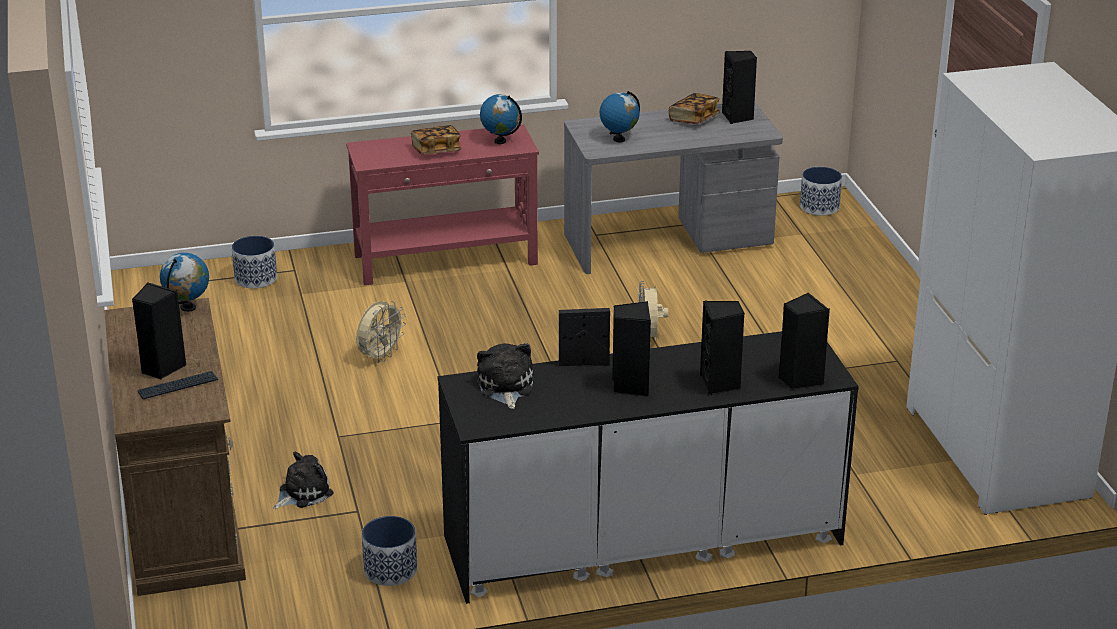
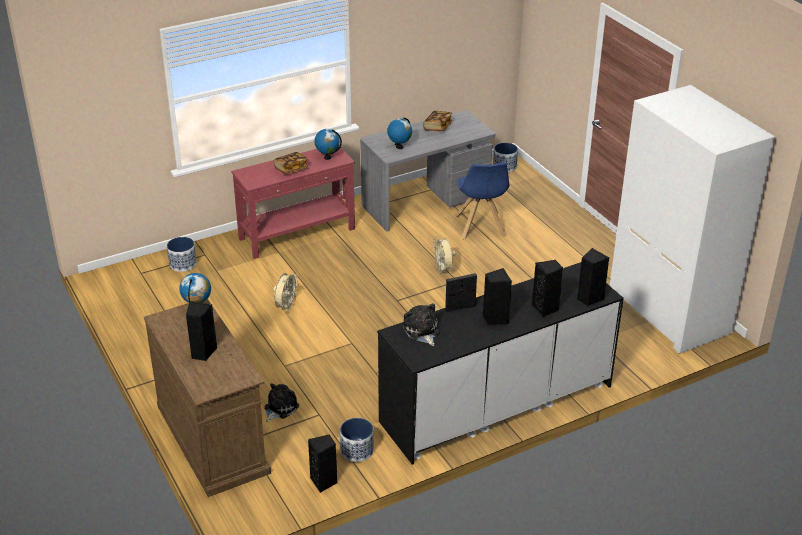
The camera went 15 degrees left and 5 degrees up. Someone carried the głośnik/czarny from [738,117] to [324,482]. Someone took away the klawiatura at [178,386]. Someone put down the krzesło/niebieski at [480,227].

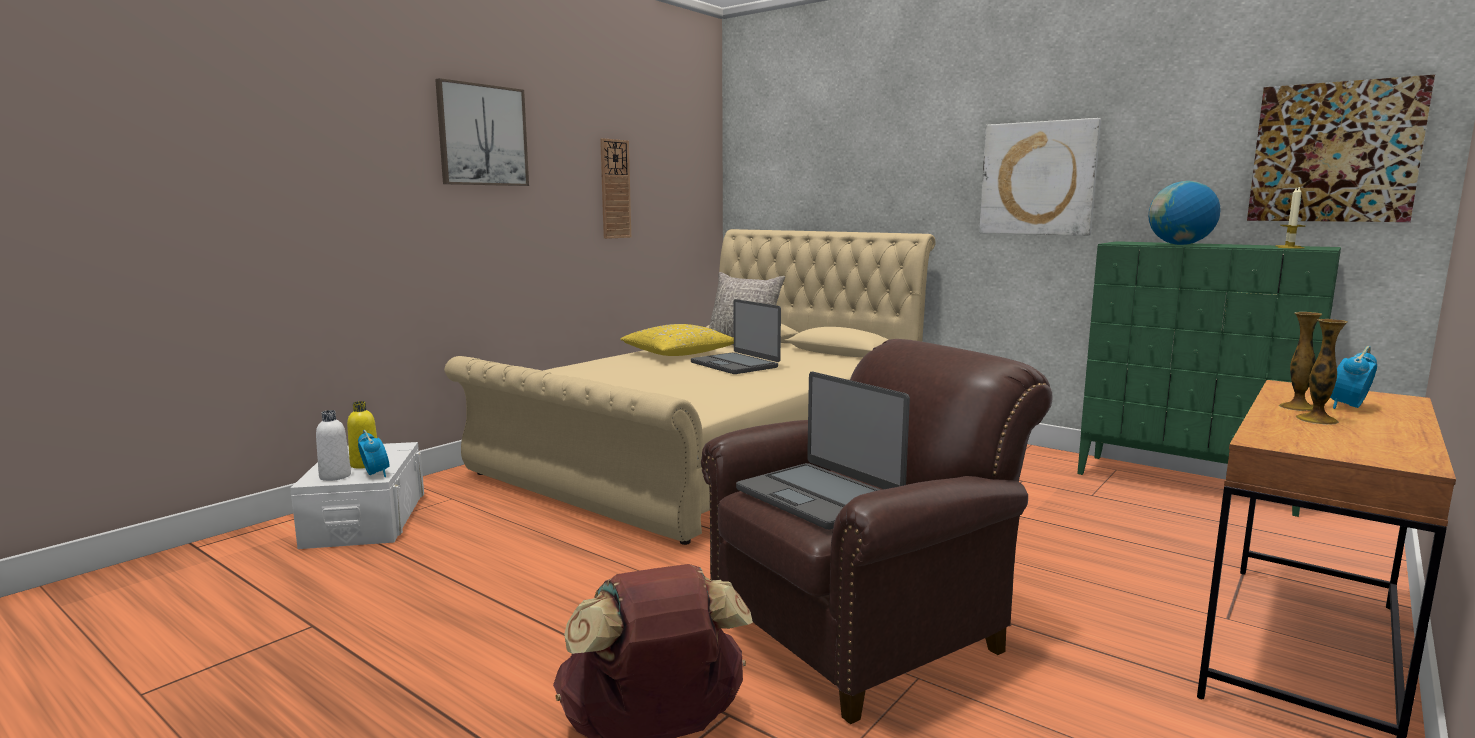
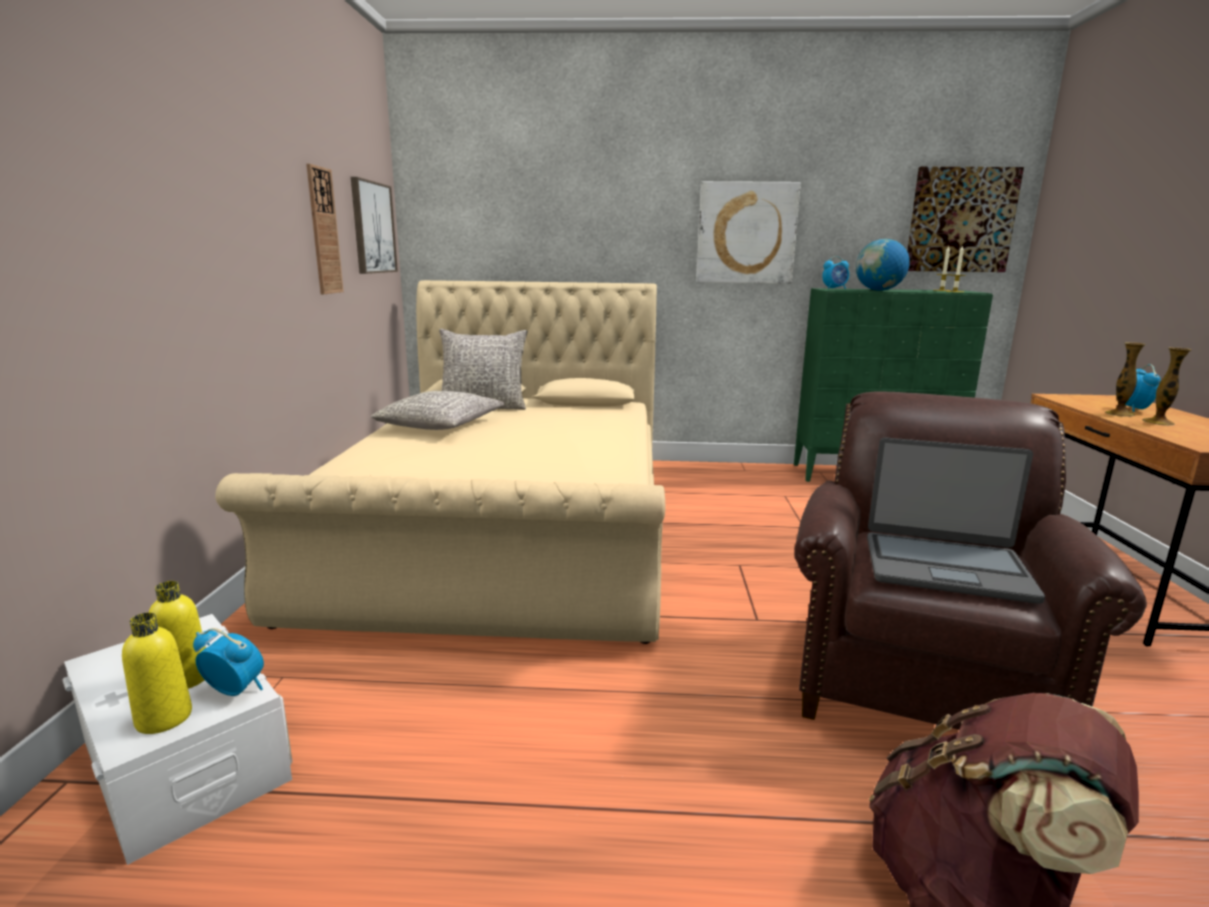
The camera went 35 degrees left and 5 degrees up. Someone carried the obraz from [482,135] to [372,228]. Someone took away the laptop at [735,365]. Someone repainted the poduszka/żółty at [679,354], which became the poduszka/szary at [441,426]. Someone repainted the butelka/biały at [335,476], which became the butelka/żółty at [164,718]. Someone put down the budzik at [834,289].

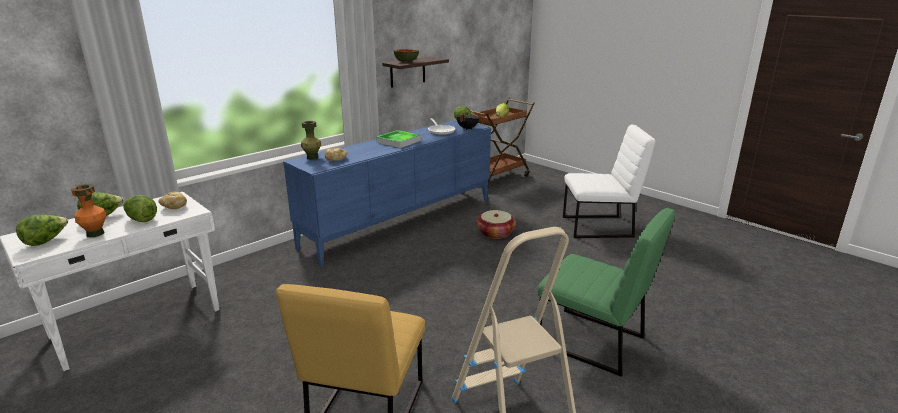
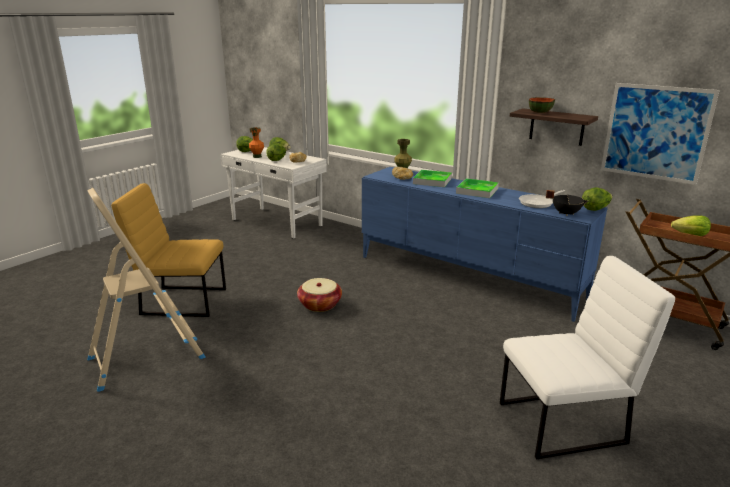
The camera went 80 degrees right and 0 degrees up. Someone rotated the krzesło/biały at [599,227] by 90 degrees counterclockwise. Someone took away the krzesło/zielony at [593,342]. Someone carried the koszyk from [495,233] to [320,305]. Someone put up the obraz at [655,133]. Someone put down the taca at [432,181].

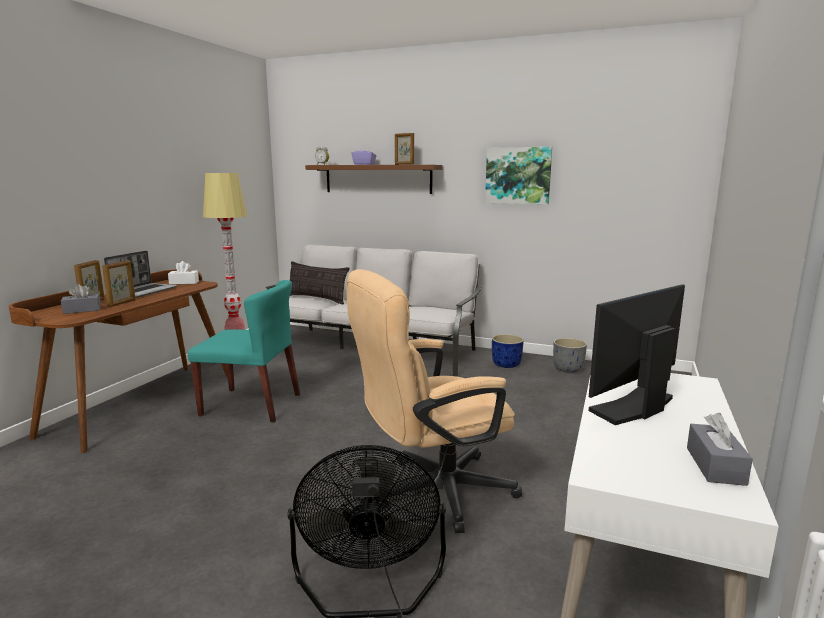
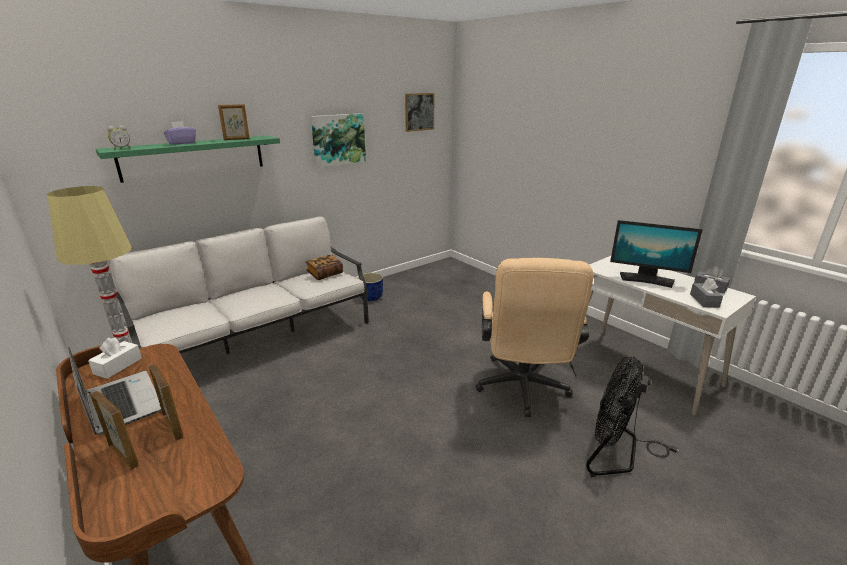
The camera went 60 degrees left and 10 degrees up. Someone repainted the półka/brązowy at [377,179], which became the półka/zielony at [194,157]. Someone took away the poduszka at [316,299]. Someone took away the krzesło/turkusowy at [252,404]. Someone carried the pudełko chusteczek/szary from [82,310] to [704,300]. Someone rotated the monitor at [634,407] by 60 degrees counterclockwise. Someone took away the donica/szary at [568,369]. Someone put up the obraz at [419,112]. Someone put down the książka at [325,274].

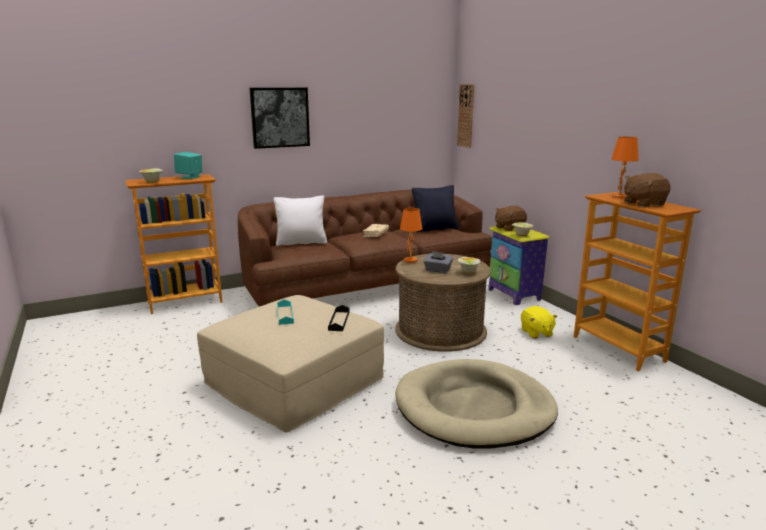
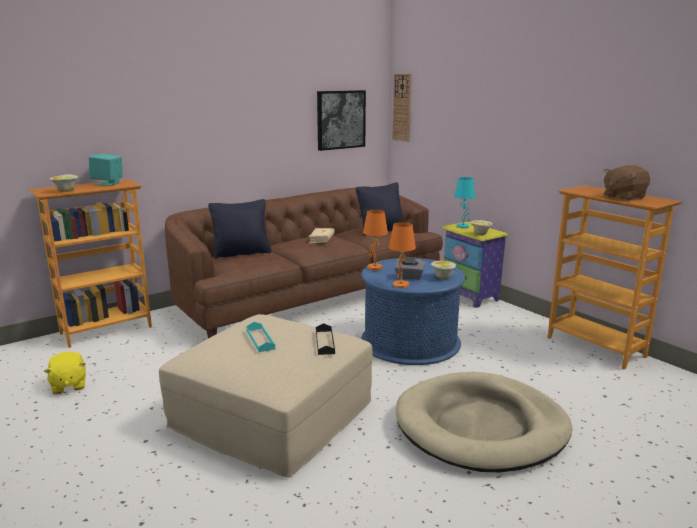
The camera went 10 degrees left and 0 degrees up. Someone carried the obraz from [280,117] to [340,119]. Someone carried the lampa stołowa/pomarańczowy from [620,197] to [401,285]. Someone repainted the poduszka/biały at [301,243], which became the poduszka/czarny at [242,253]. Someone swapped the pluszak/brązowy at [509,228] for the lampa stołowa/turkusowy at [463,226]. Someone repainted the ława/brązowy at [440,331], which became the ława/niebieski at [410,342]. Someone carried the pluszak/żółty from [536,333] to [68,385].

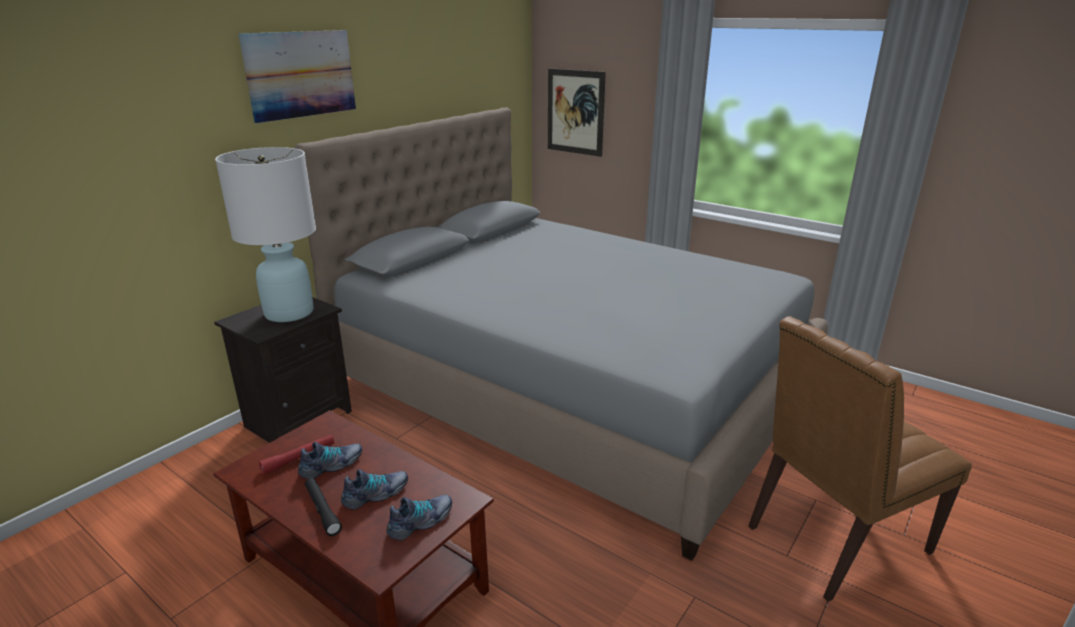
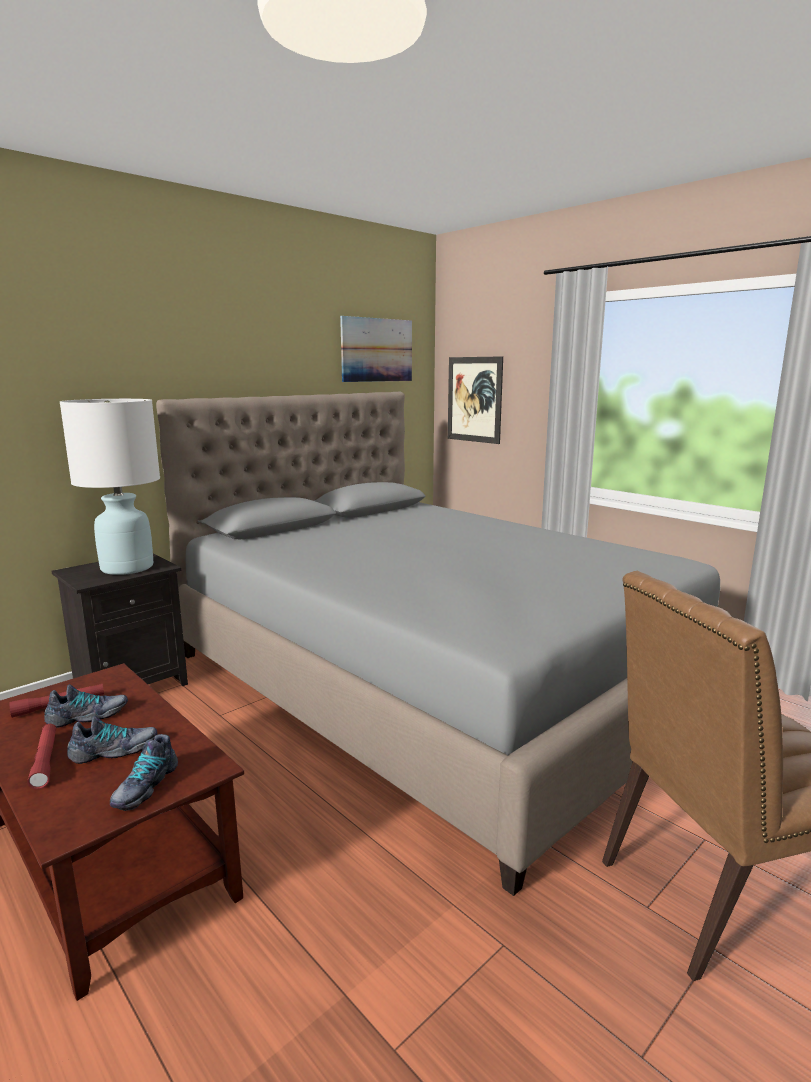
The camera went 10 degrees right and 10 degrees down. Someone carried the obraz from [301,74] to [377,350]. Someone repainted the latarka/czarny at [322,510], which became the latarka/czerwony at [45,761]. Someone rotated the but at [421,522] by 135 degrees clockwise.

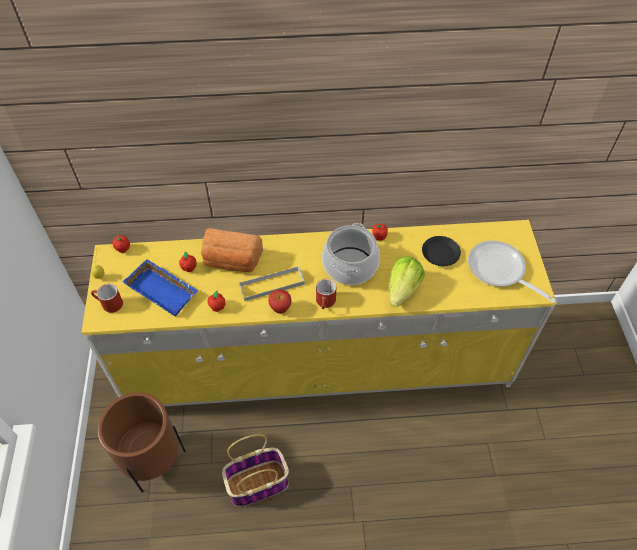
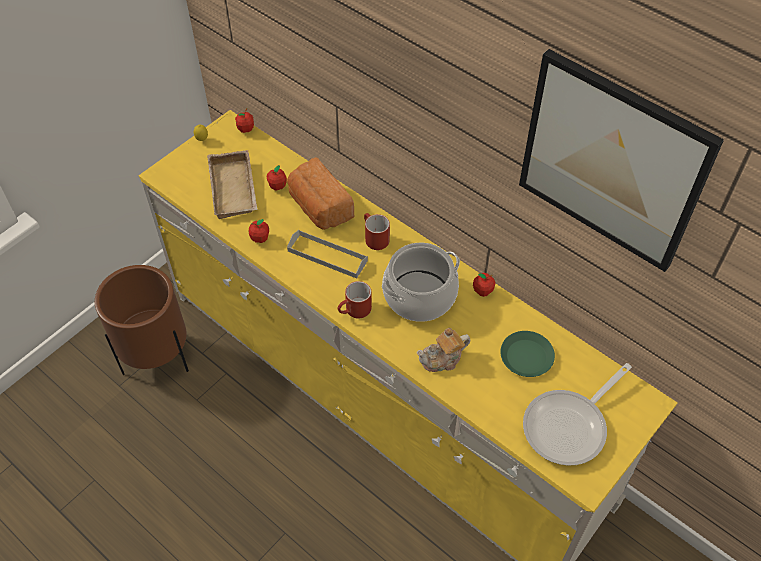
The camera went 45 degrees right and 0 degrees up. Someone repainted the talerz/czarny at [440,253], which became the talerz/zielony at [526,356]. Someone rotated the patelnia at [499,271] by 135 degrees counterclockwise. Someone swapped the sałata at [402,289] for the imbryk at [442,359]. Someone repainted the taca/niebieski at [164,290], which became the taca/beżowy at [235,189]. Someone carried the kubek/czerwony from [108,304] to [373,238]. Someone took away the jabłko at [280,309]. Someone took away the koszyk at [258,483]. Someone put up the obraz at [611,162].

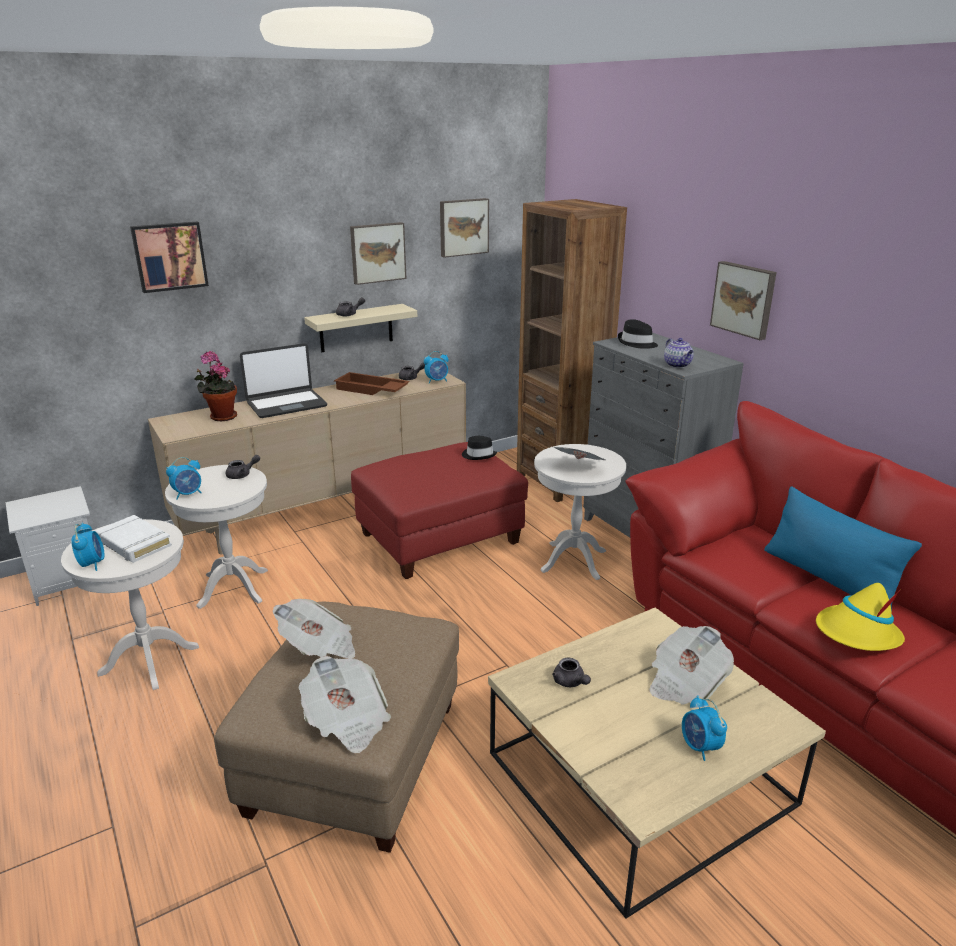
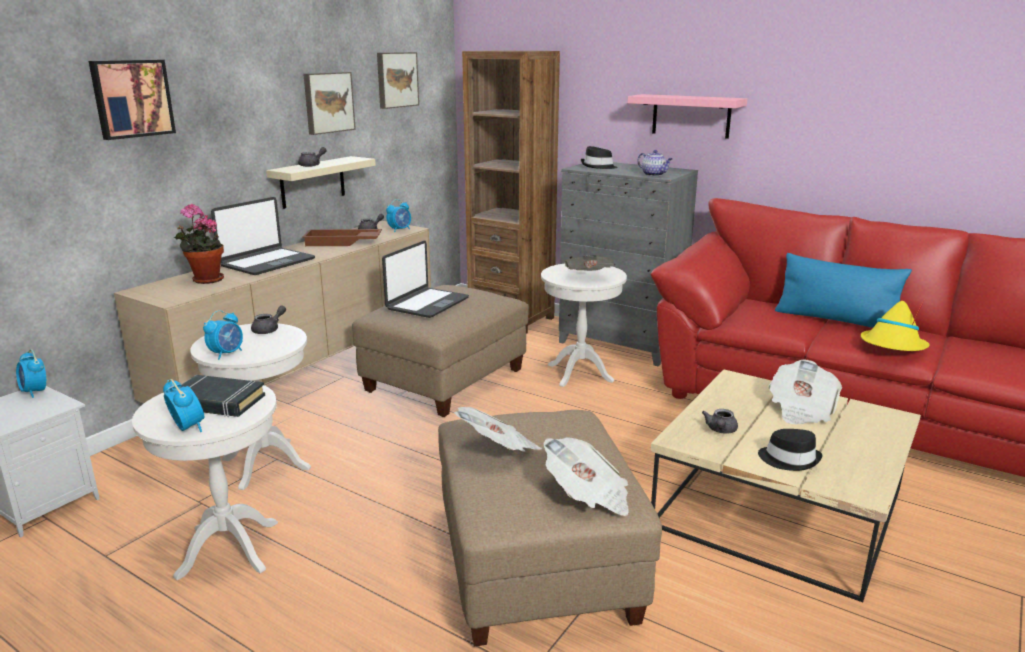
The camera went 25 degrees left and 5 degrees down. Someone swapped the obraz at [744,299] for the półka/różowy at [691,116]. Someone carried the kapelusz/czarny from [479,455] to [789,459]. Someone repainted the pufa/czerwony at [440,539], which became the pufa/beżowy at [445,381]. Someone repainted the książka/biały at [134,543], which became the książka/czarny at [216,402]. Someone rotated the imbryk/szary at [570,682] by 75 degrees clockwise. Someone carried the budzik from [700,747] to [35,392]. Someone put down the laptop at [427,304].

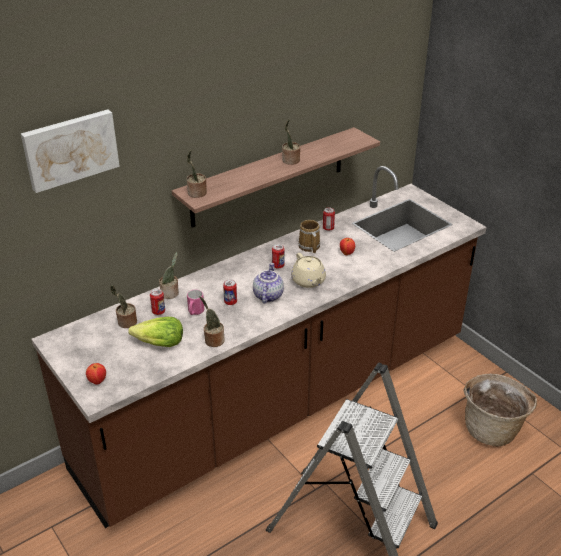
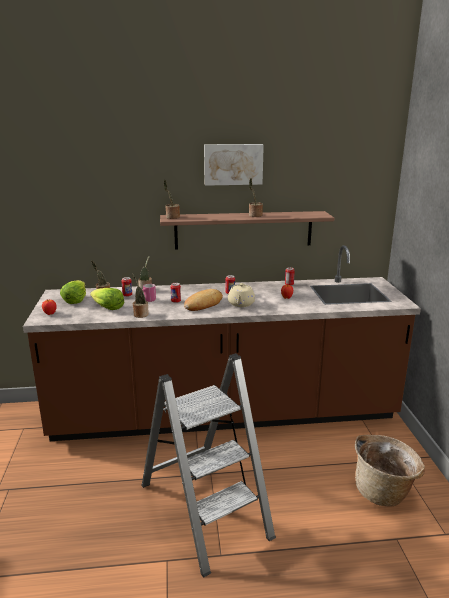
The camera went 30 degrees right and 15 degrees down. Someone carried the obraz from [70,149] to [233,164]. Someone took away the kubek at [309,247]. Someone swapped the imbryk at [267,295] for the chleb at [203,304]. Someone put down the sałata at [75,300].

